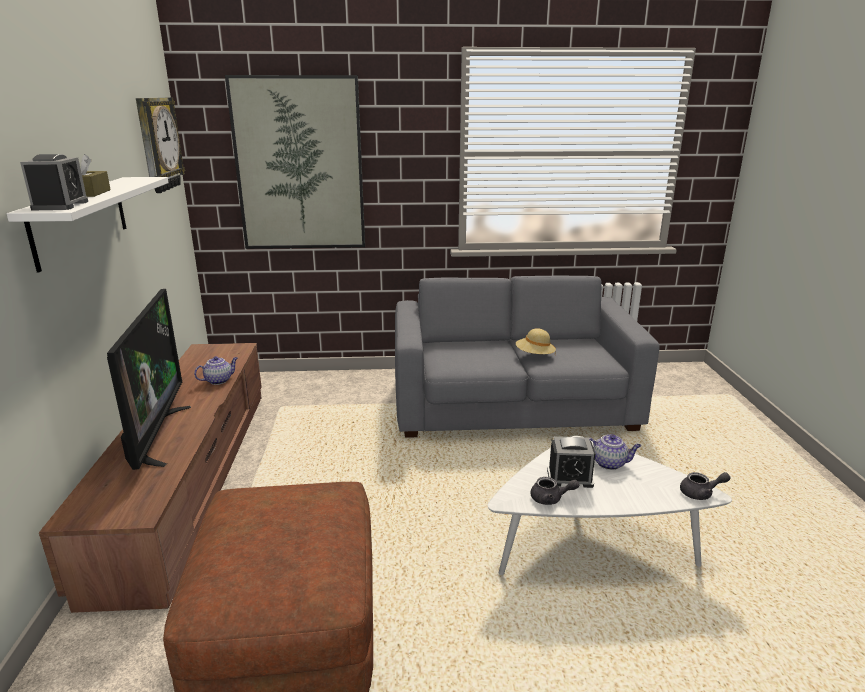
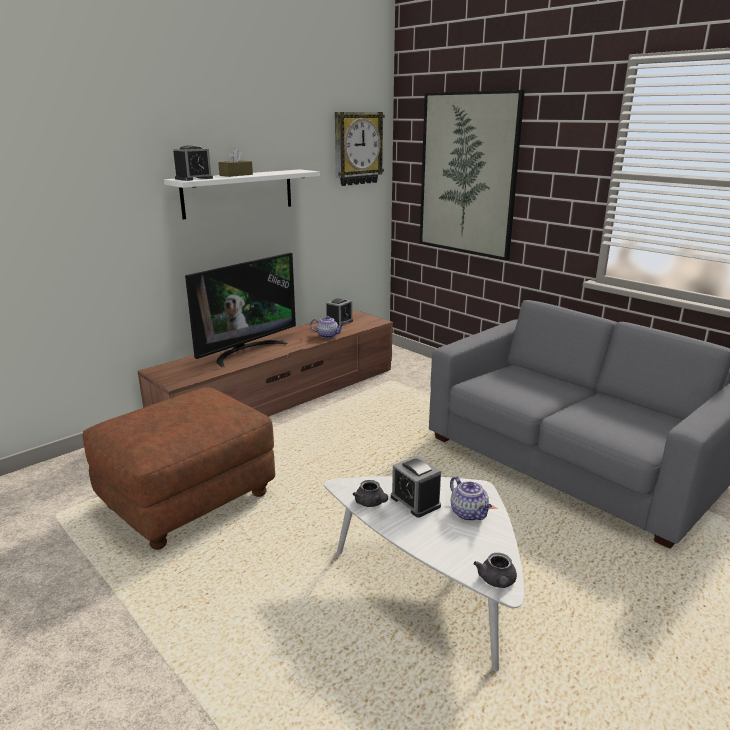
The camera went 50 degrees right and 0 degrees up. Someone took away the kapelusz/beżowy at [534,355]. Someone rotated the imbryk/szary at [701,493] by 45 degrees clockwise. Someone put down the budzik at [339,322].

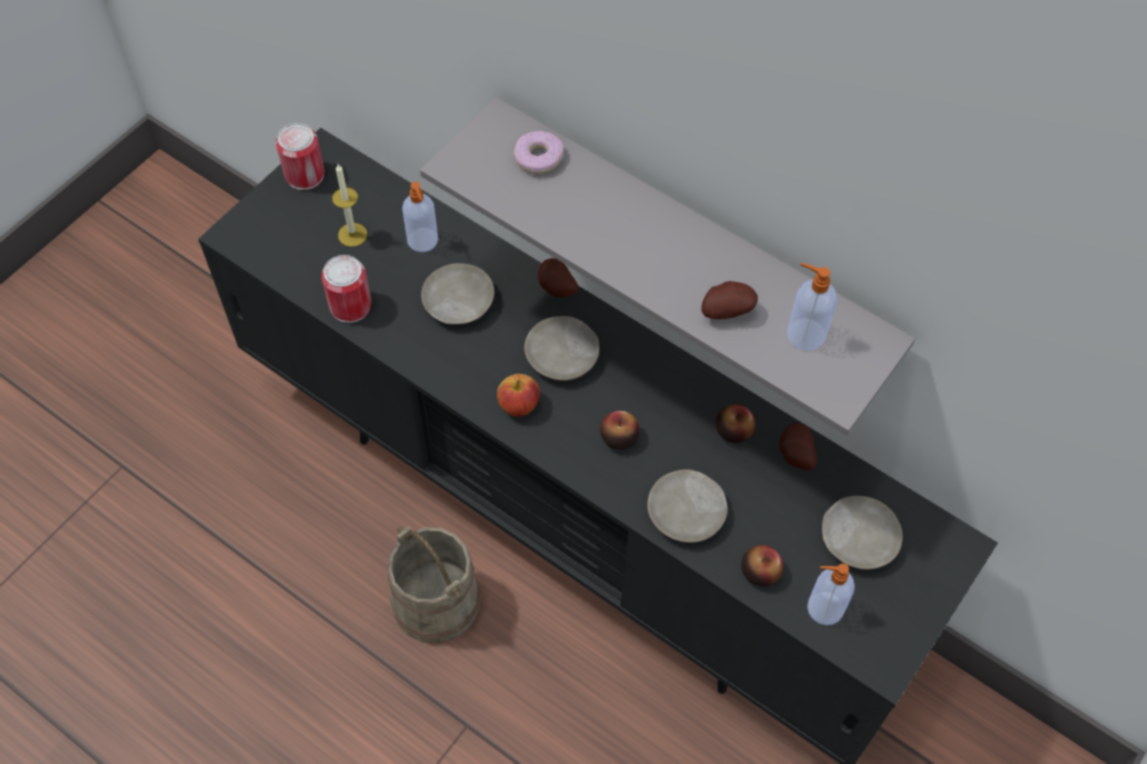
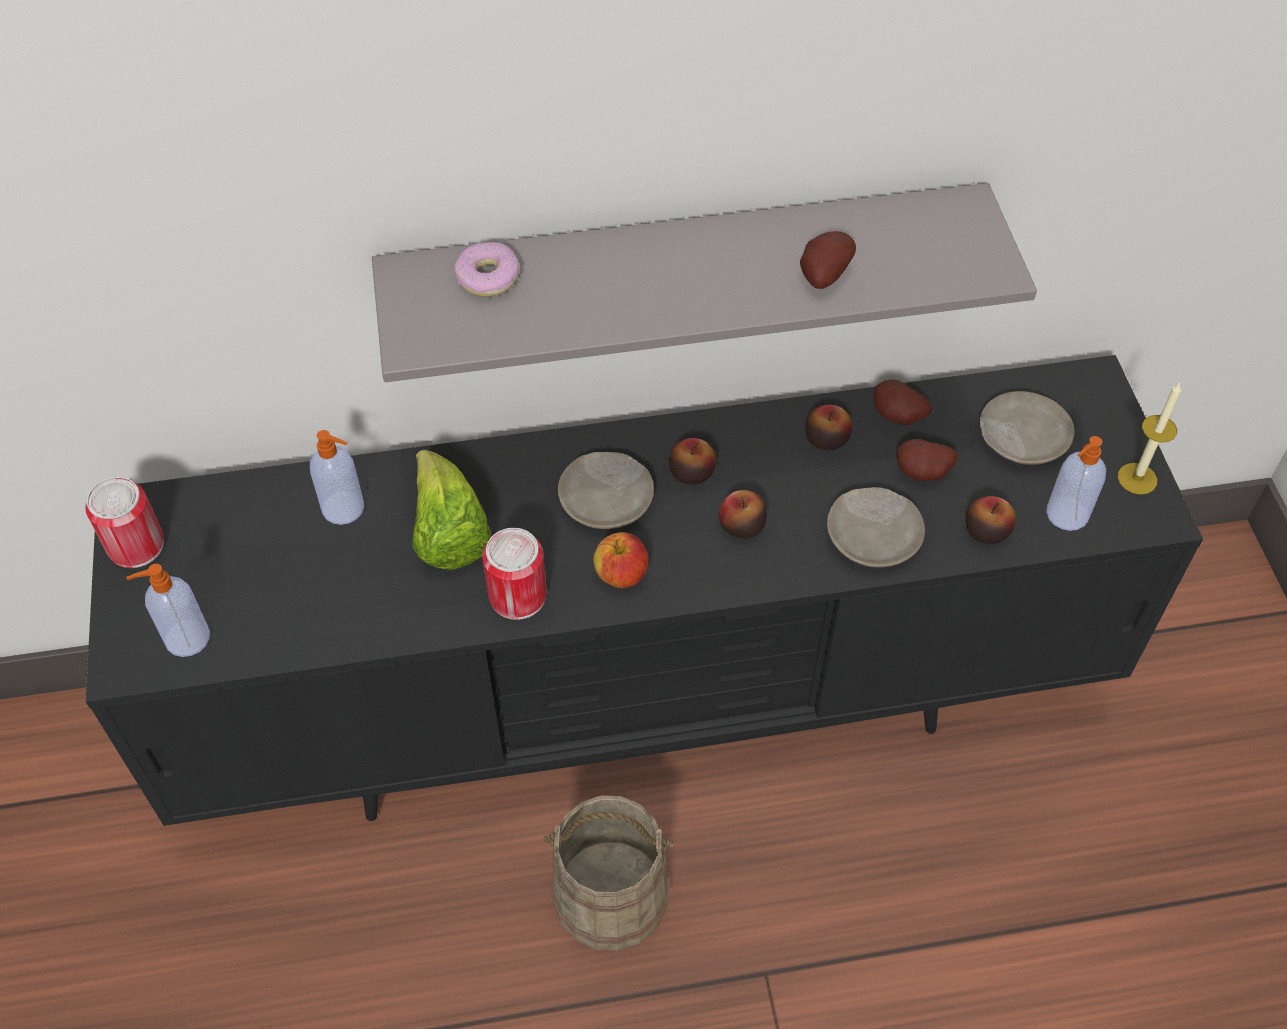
The camera went 45 degrees left and 5 degrees down. Someone carried the świeca from [352,235] to [1137,478]. Someone carried the puszka from [350,305] to [517,596]. Someone carried the ziemniak from [555,289] to [923,475]. Someone swapped the talerz/beżowy at [457,302] for the sałata at [449,534]. Someone carried the dozownik mydła from [804,334] to [185,639]. Someone put down the jabłko at [691,472].

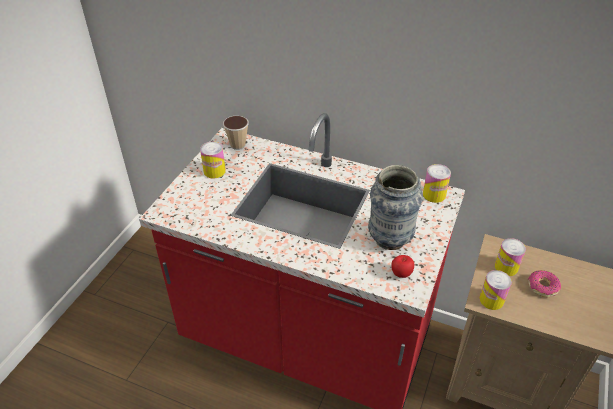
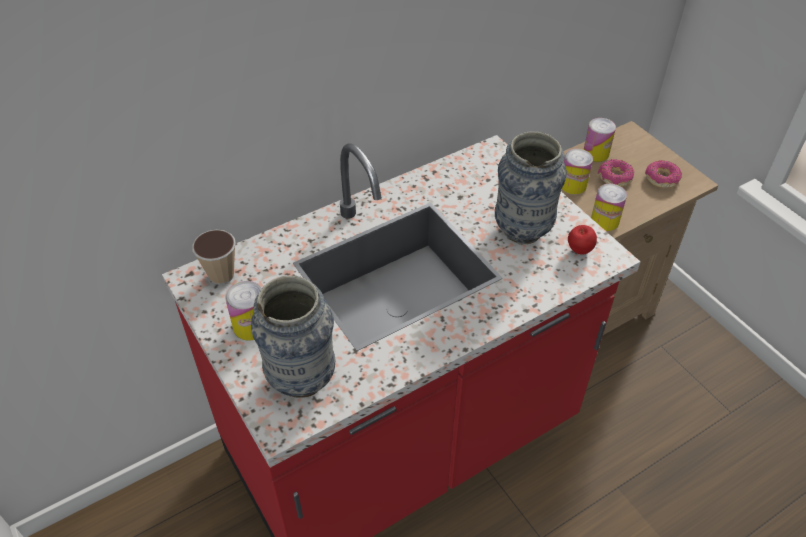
The camera went 55 degrees left and 5 degrees up. Someone carried the puszka from [434,195] to [596,153]. Someone put down the donut at [661,179]. Someone put down the wazon at [301,379].

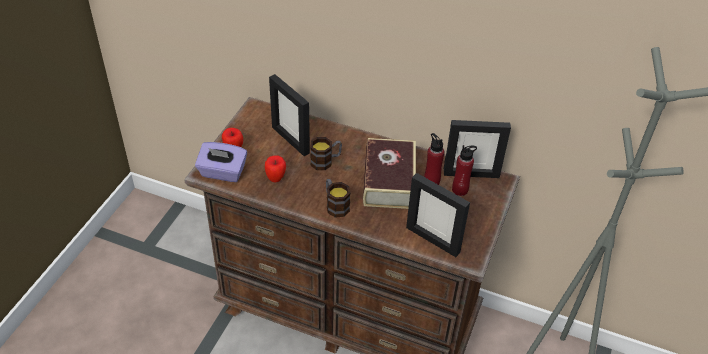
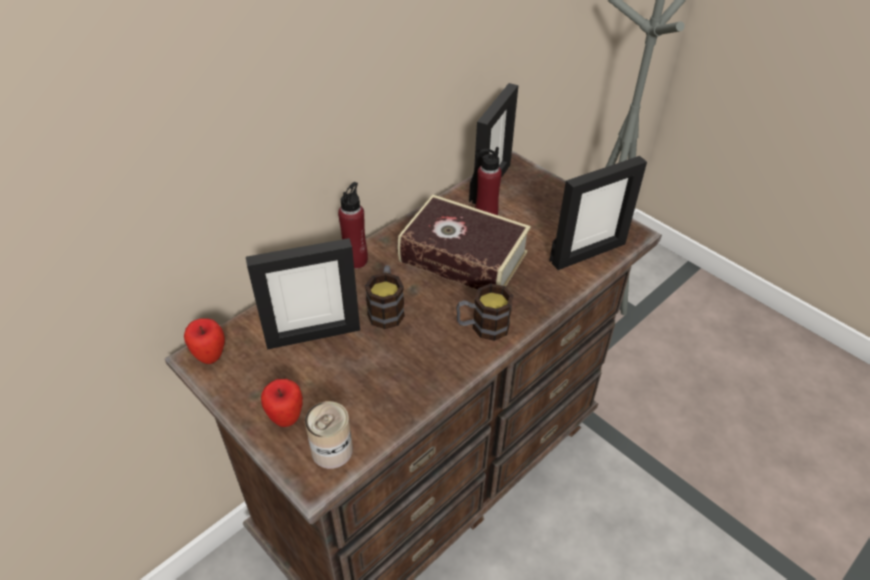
The camera went 65 degrees left and 0 degrees up. Someone swapped the pudełko chusteczek/fioletowy at [222,173] for the puszka at [332,450]. Someone carried the butelka/czerwony from [460,190] to [355,260]. Someone carried the jabłko from [276,178] to [210,356].

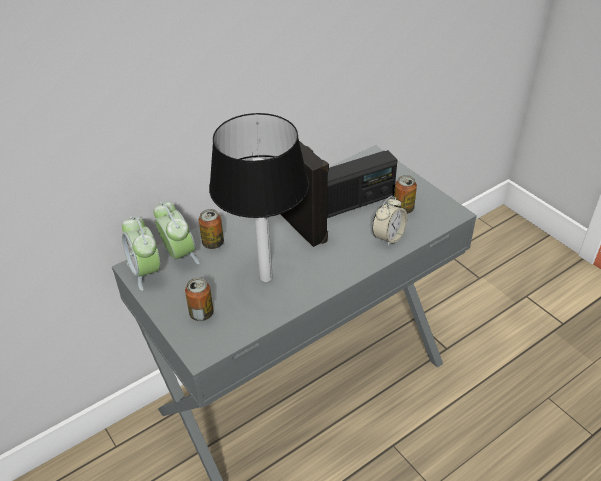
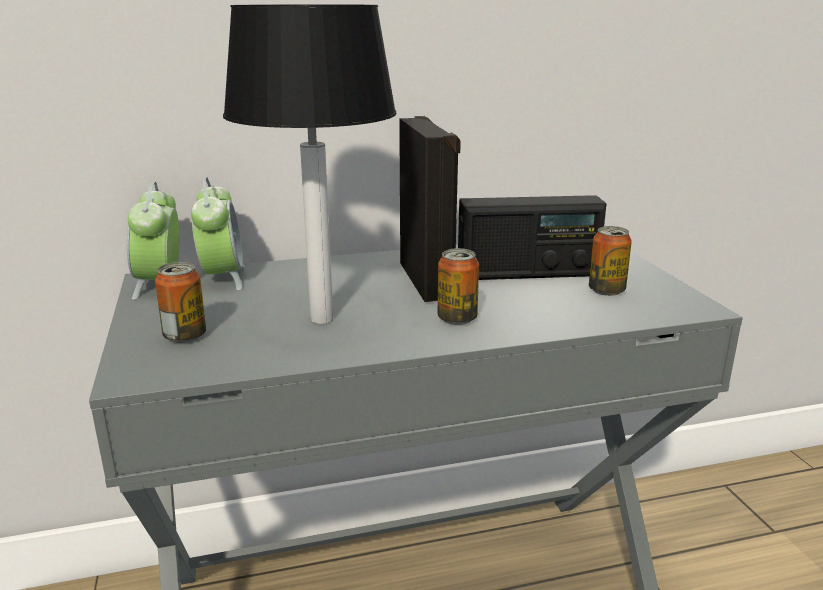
The camera went 20 degrees right and 20 degrees down. Someone took away the budzik at [388,237]. Someone carried the puszka from [213,243] to [457,319].

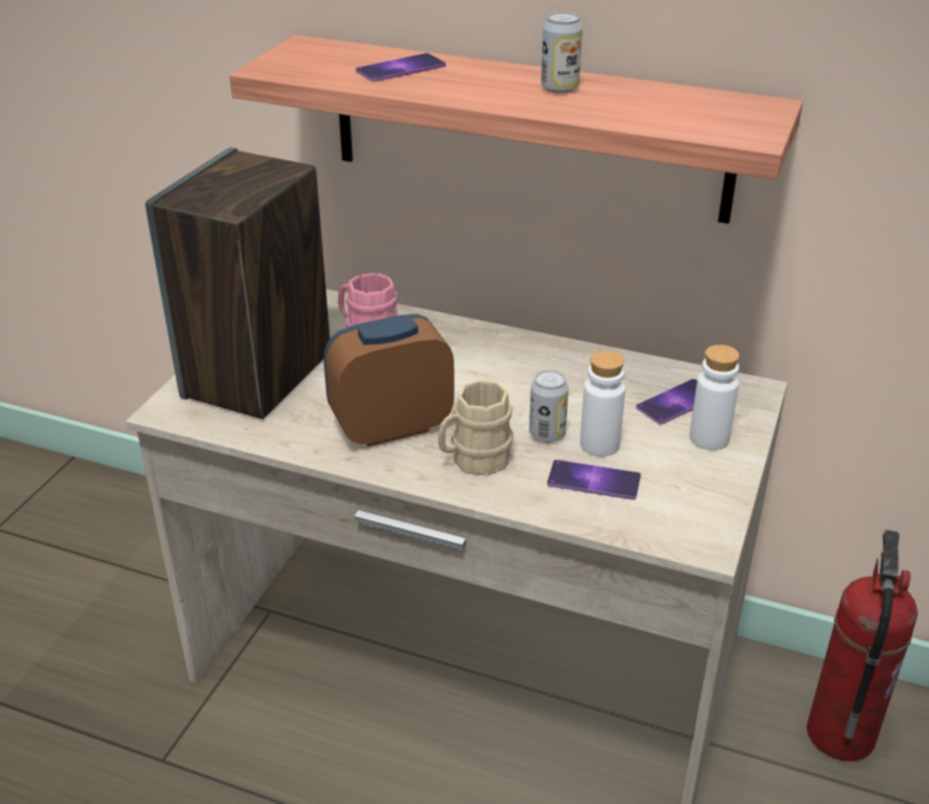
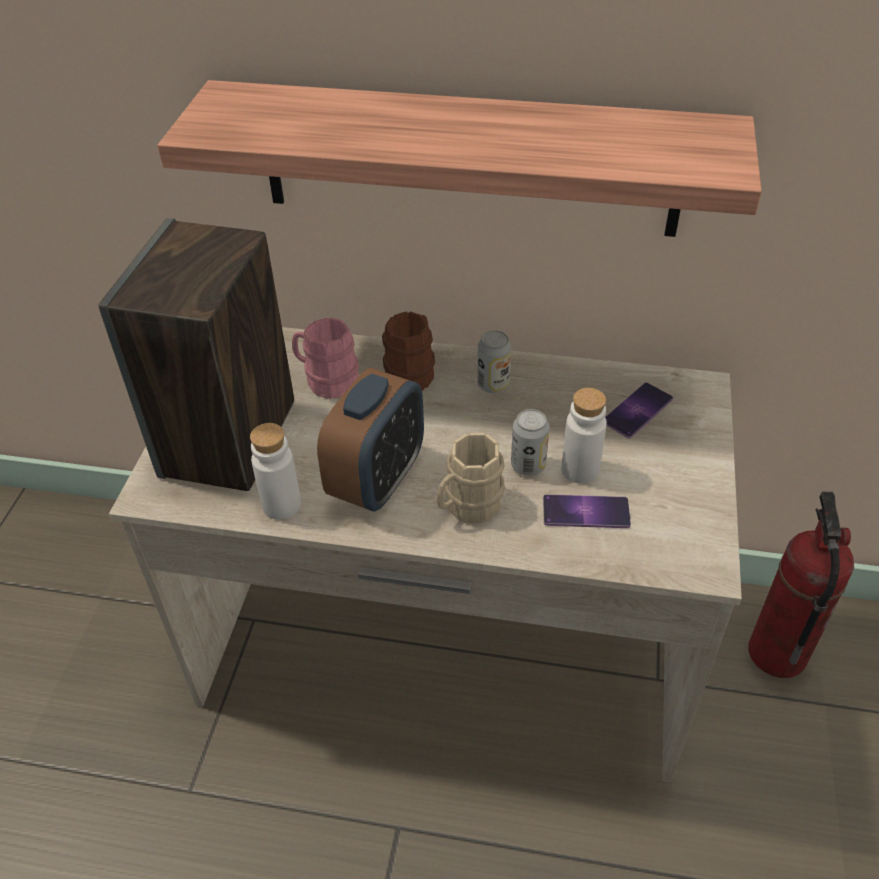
The camera went 10 degrees left and 10 degrees up. Someone carried the puszka from [559,88] to [493,385]. Someone took away the telefon at [400,68]. Someone rotated the budzik at [391,427] by 150 degrees clockwise. Someone carried the butelka/biały from [709,438] to [281,505]. Someone put down the kubek/brązowy at [413,372].

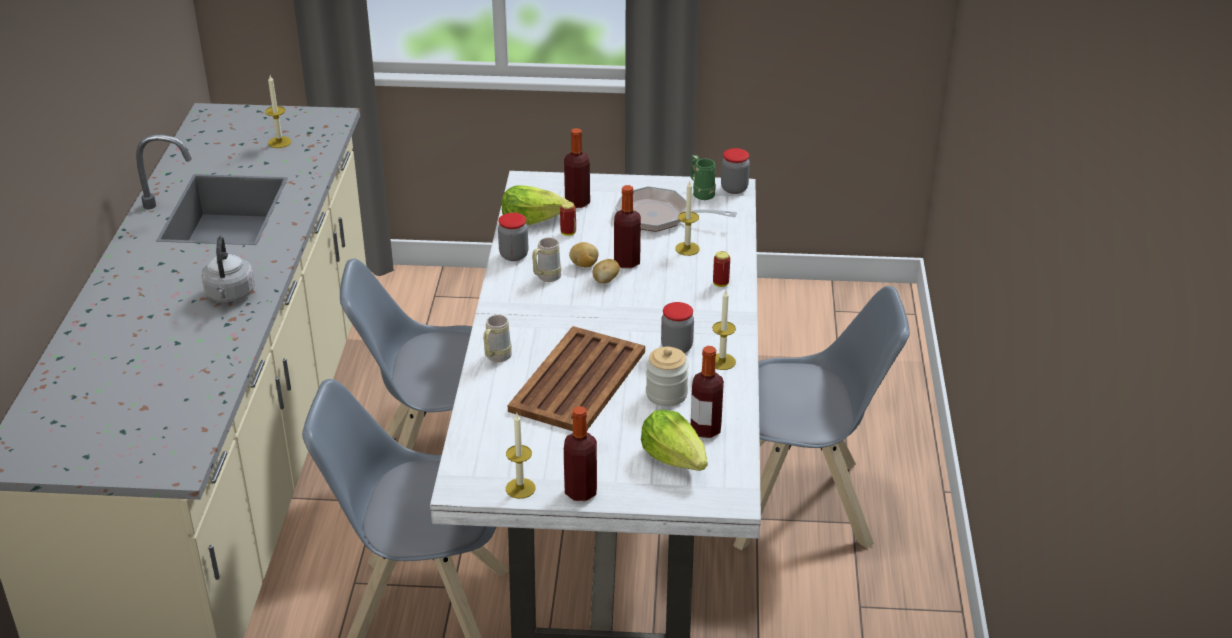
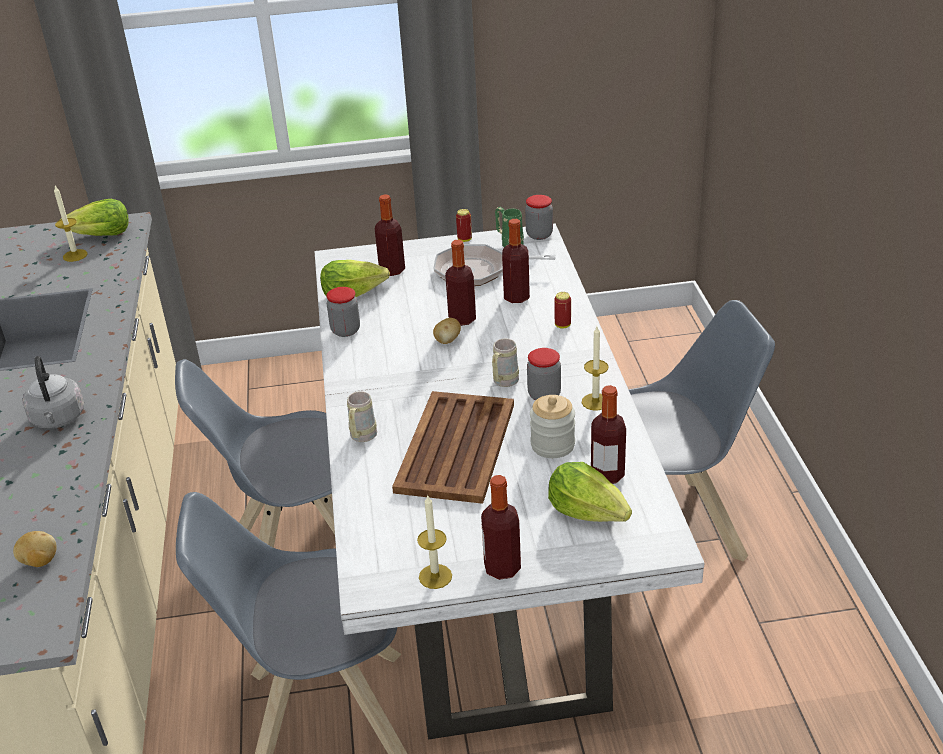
The camera went 10 degrees left and 0 degrees up. Someone swapped the świeca at [687,248] for the butelka at [516,297]. Someone carried the puszka from [568,233] to [464,239]. Someone carried the kubek/beżowy from [545,278] to [503,383]. Someone carried the ziemniak from [584,265] to [39,562]. Someone put down the sałata at [101,236].

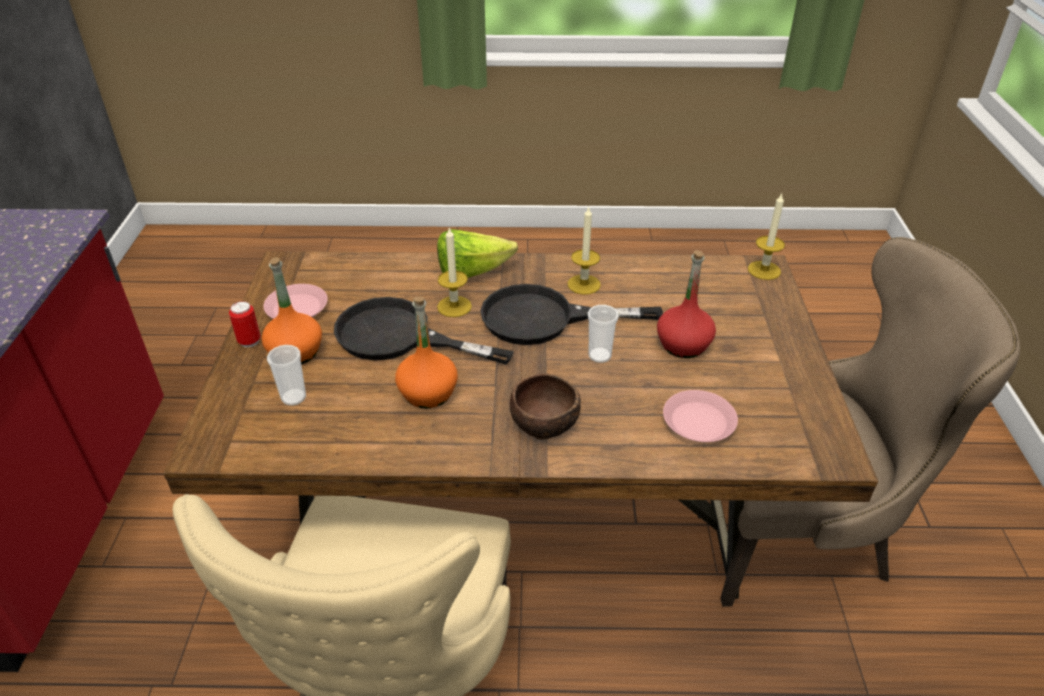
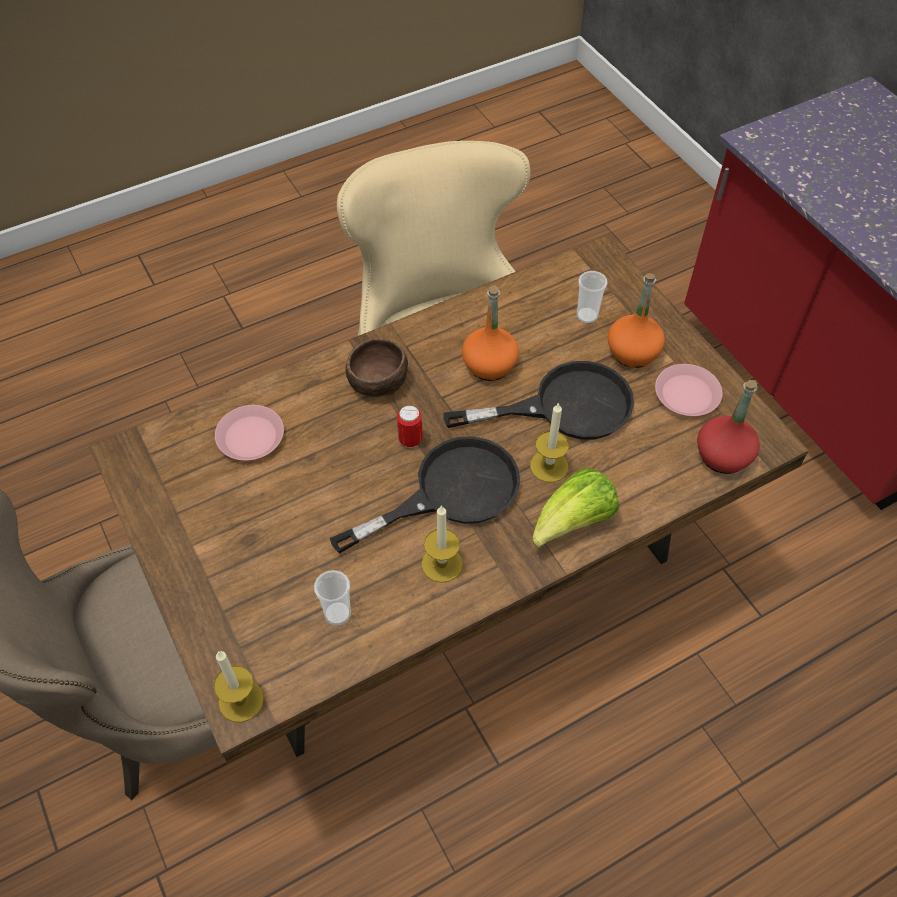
The camera went 150 degrees right and 15 degrees up. Someone carried the butelka/czerwony from [683,345] to [723,456]. Someone carried the puszka from [249,341] to [410,440]. Someone carried the filiżanka from [599,355] to [337,613].

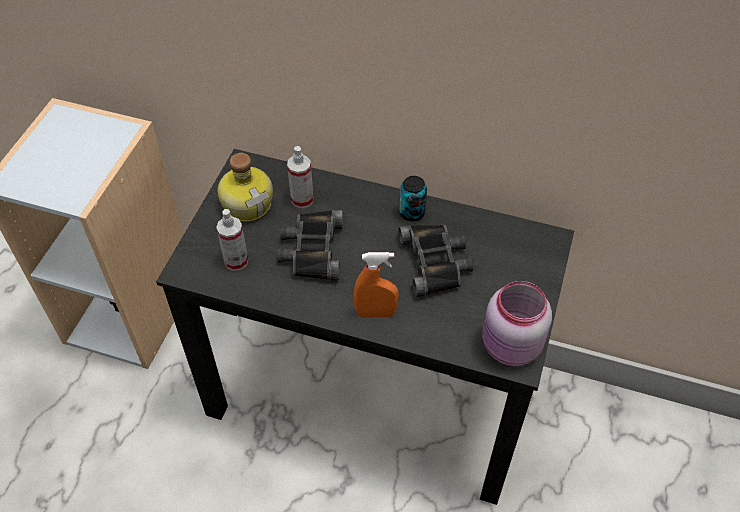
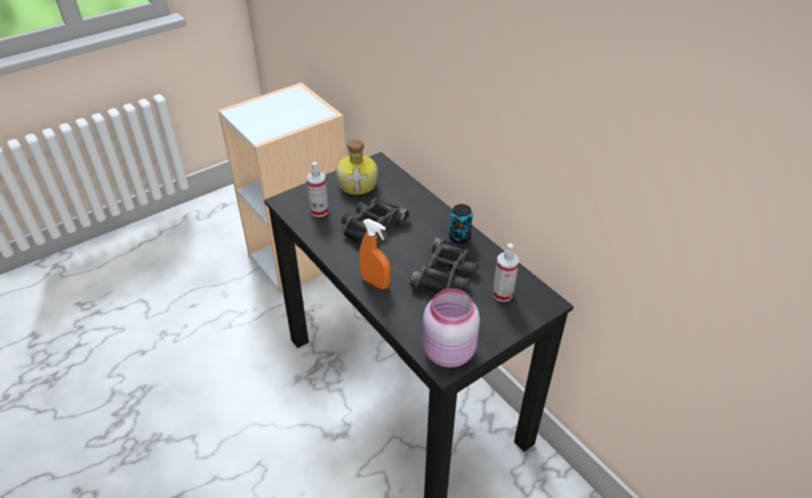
The camera went 35 degrees right and 10 degrees down. Someone carried the spryskiwacz from [302,199] to [502,294].

